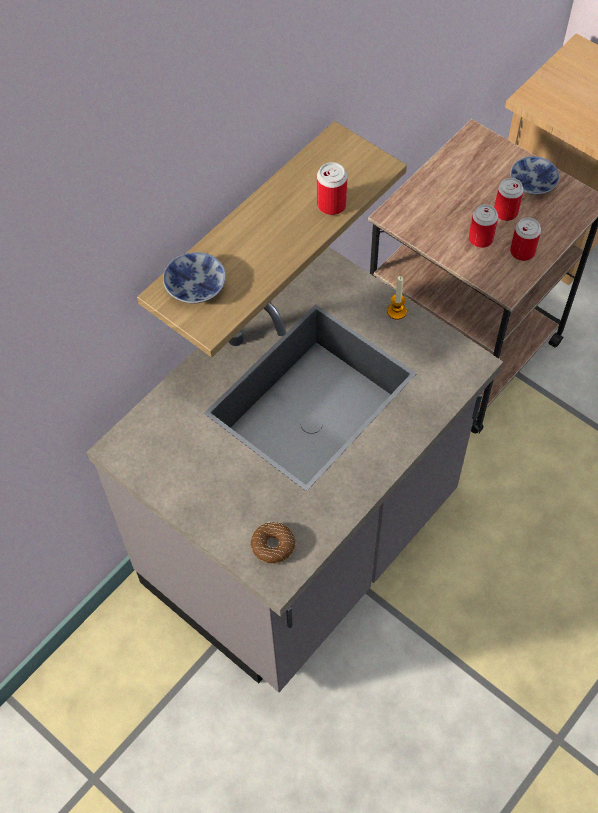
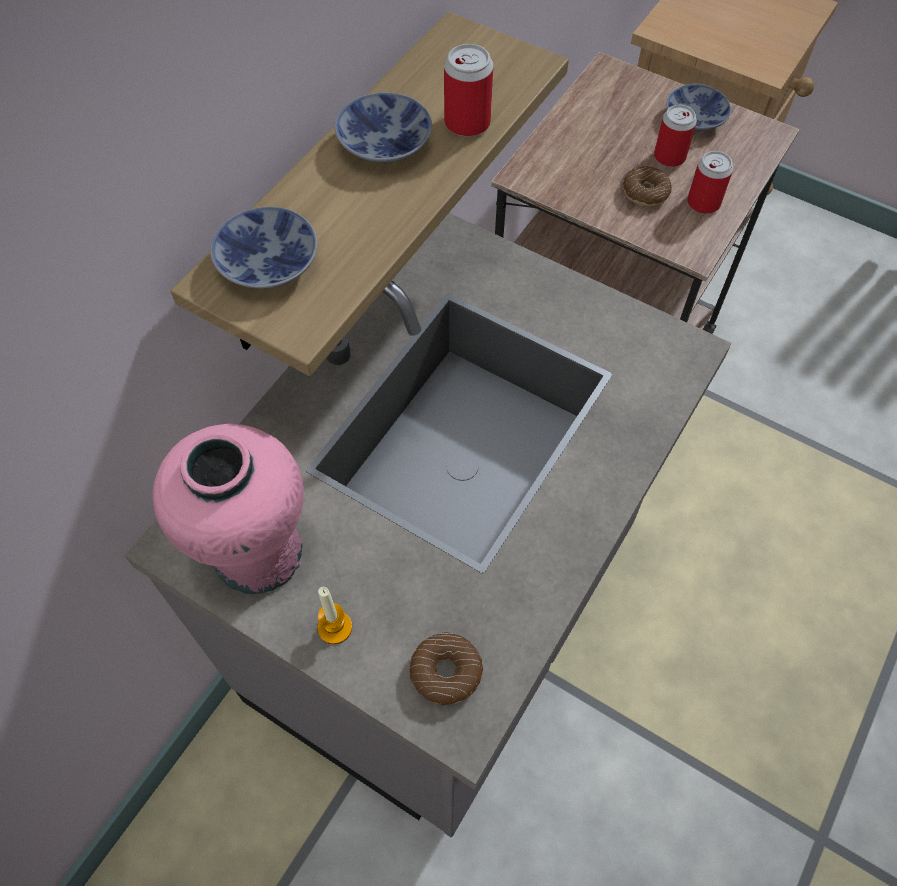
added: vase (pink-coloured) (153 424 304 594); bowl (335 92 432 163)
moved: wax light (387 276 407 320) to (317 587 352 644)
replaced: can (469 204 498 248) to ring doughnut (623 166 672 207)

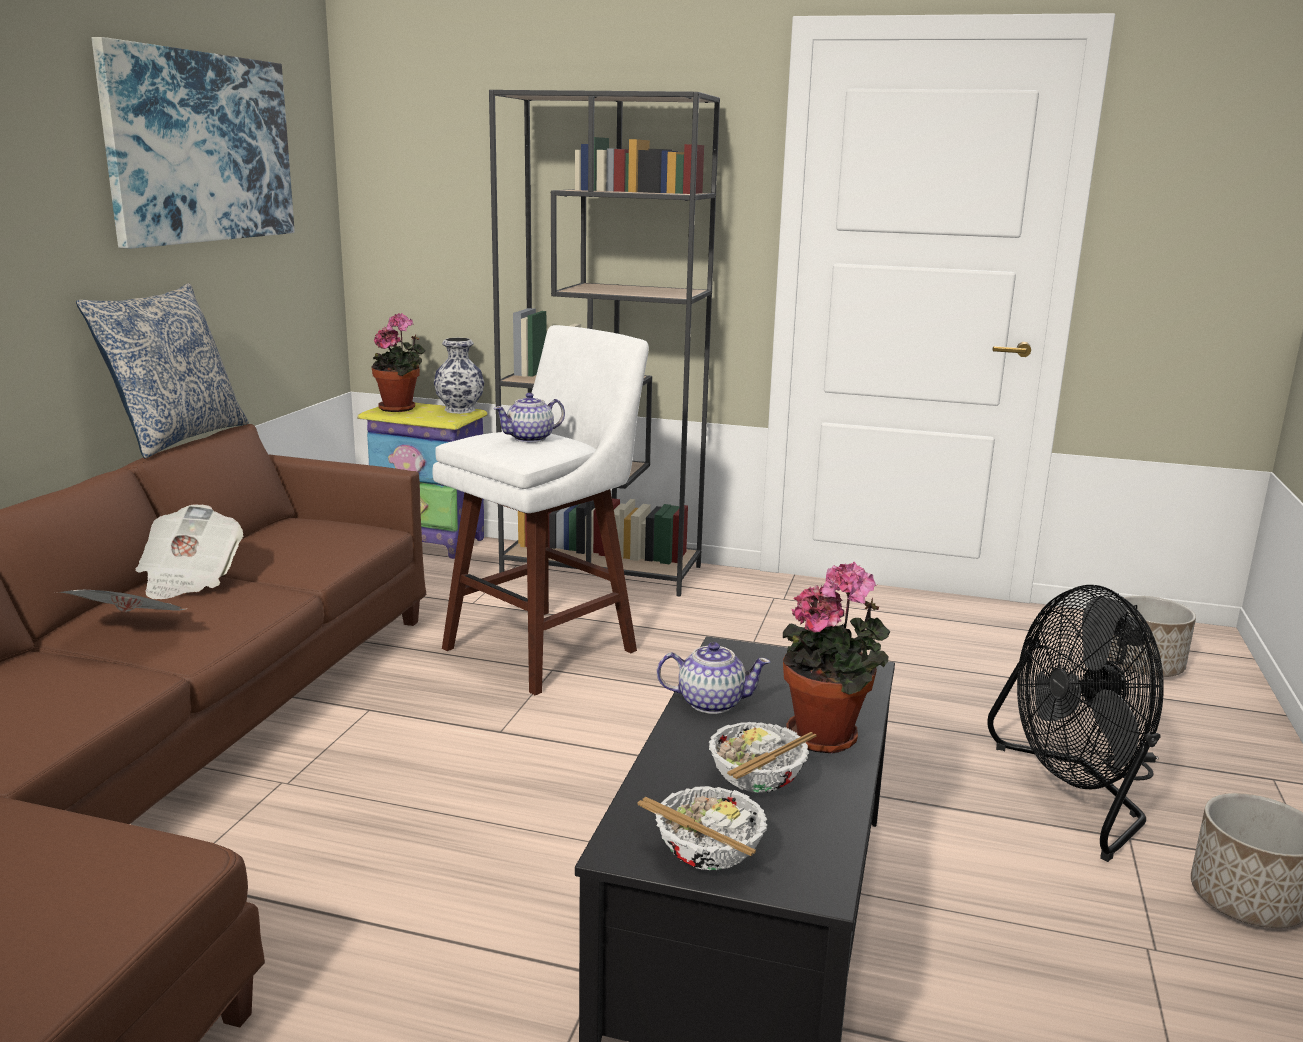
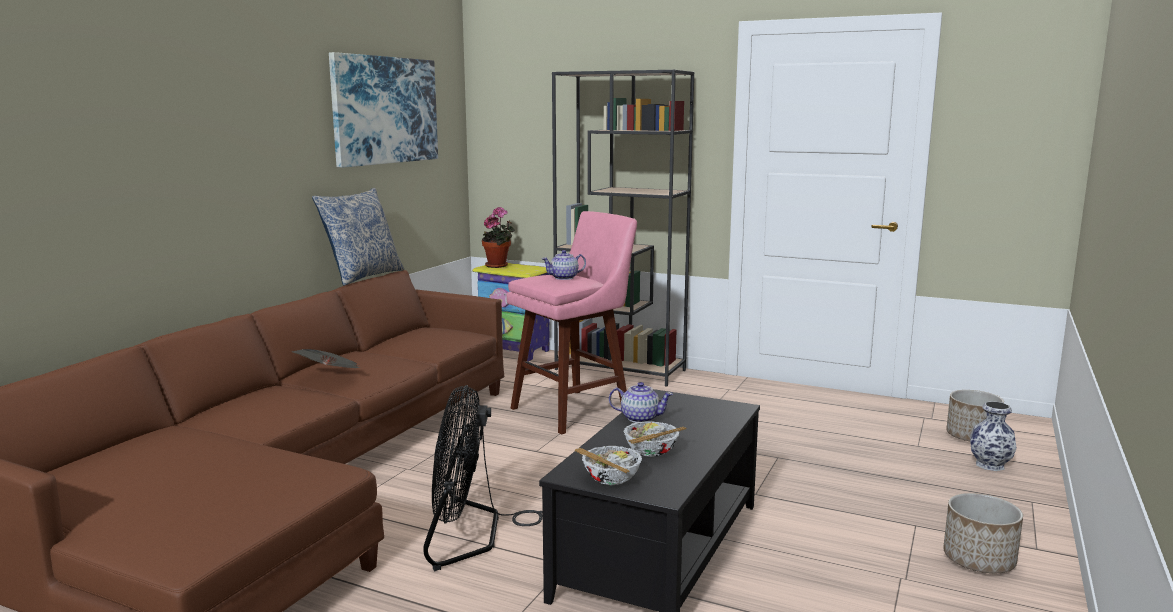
removed: printed paper (135 504 244 599); potted plant (783 562 890 753)
moved: vase (434 338 484 414) to (970 401 1017 471); fan (black-coloured) (988 585 1164 862) to (423 385 543 571)
recoloured: sitting stool (white-coloured) (432 325 649 695) to sitting stool (pink-coloured) (506 211 637 434)

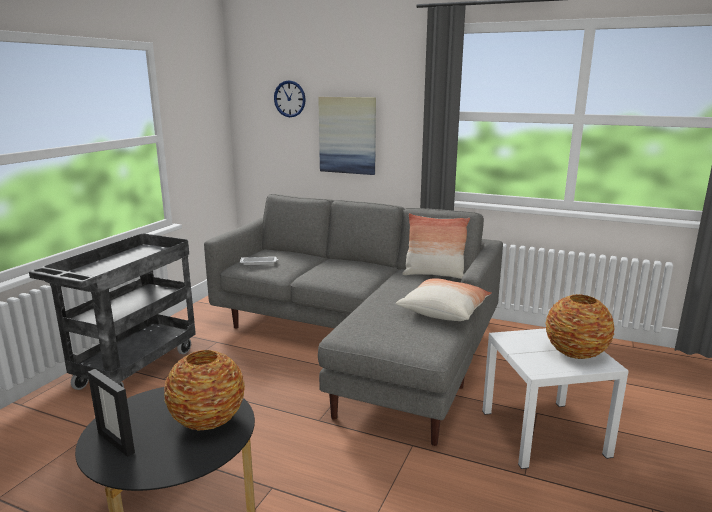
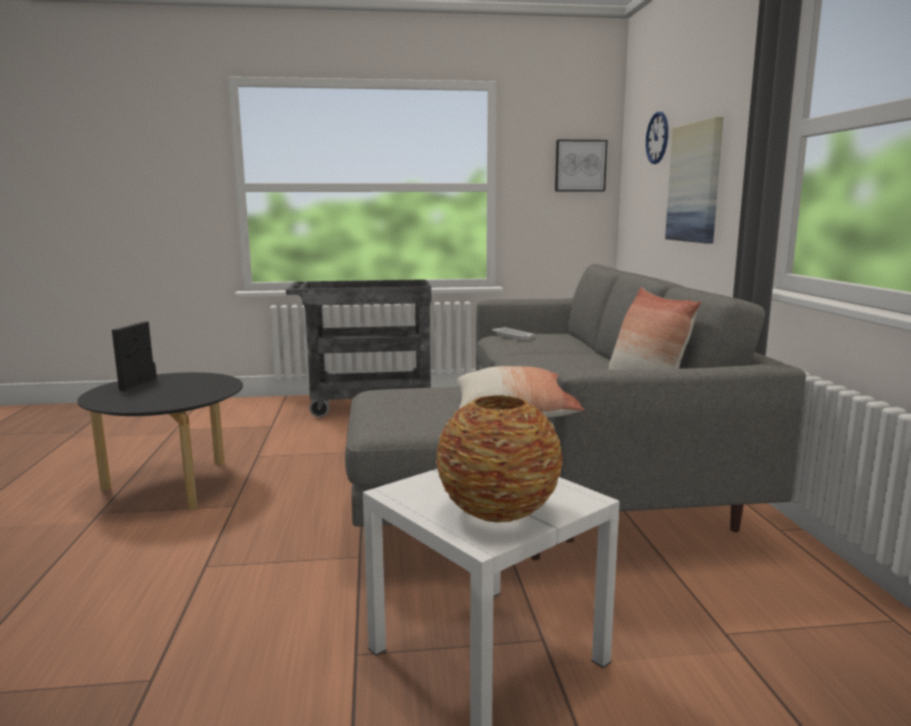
removed: vase (164 350 245 431)
added: picture (555 140 607 192)

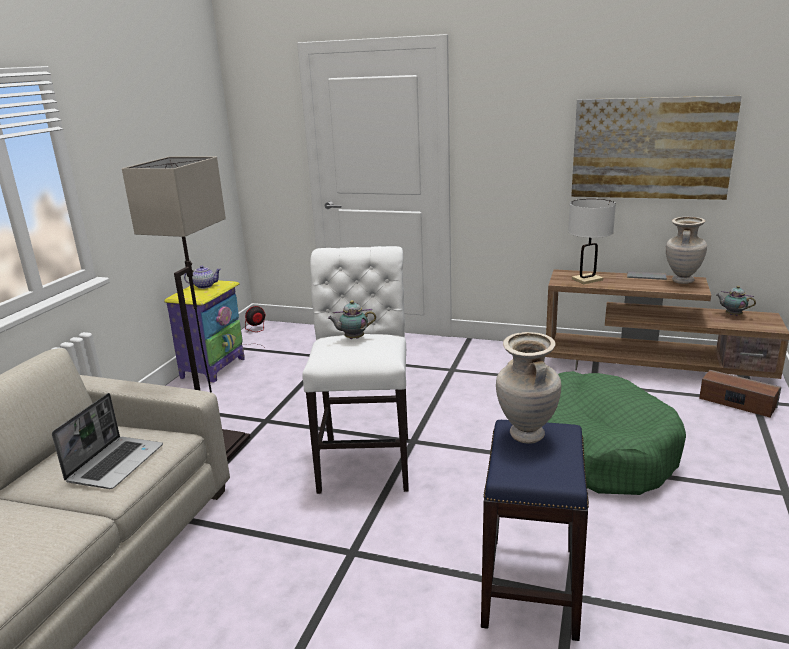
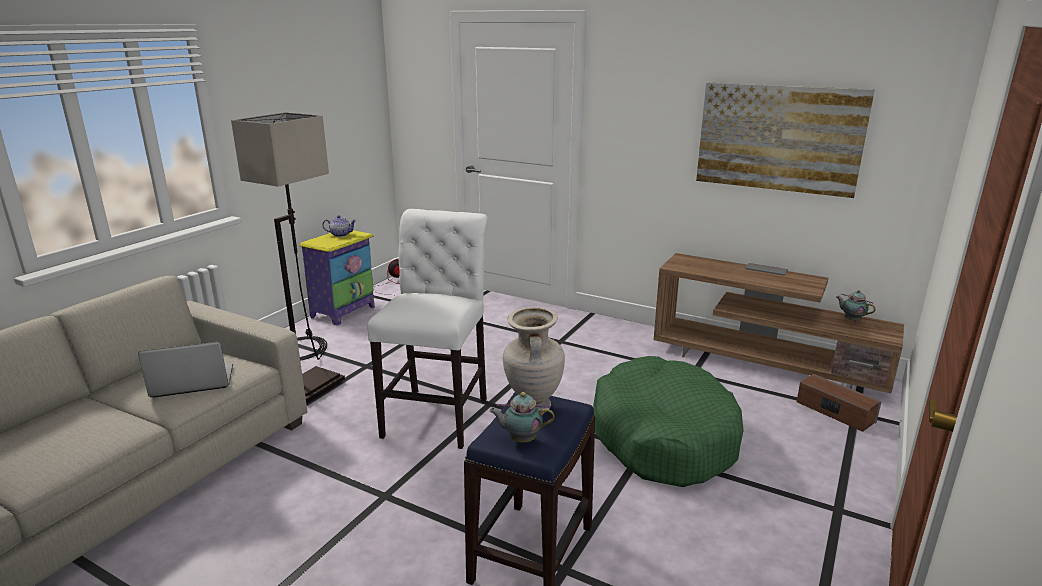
removed: table lamp (white-coloured) (568 199 616 284); vase (sand-coloured) (666 217 707 284)
moved: pot for tea (328 300 376 339) to (489 392 555 443)
turned: laptop (52 393 163 489) = (138 342 233 398) 135 degrees counterclockwise

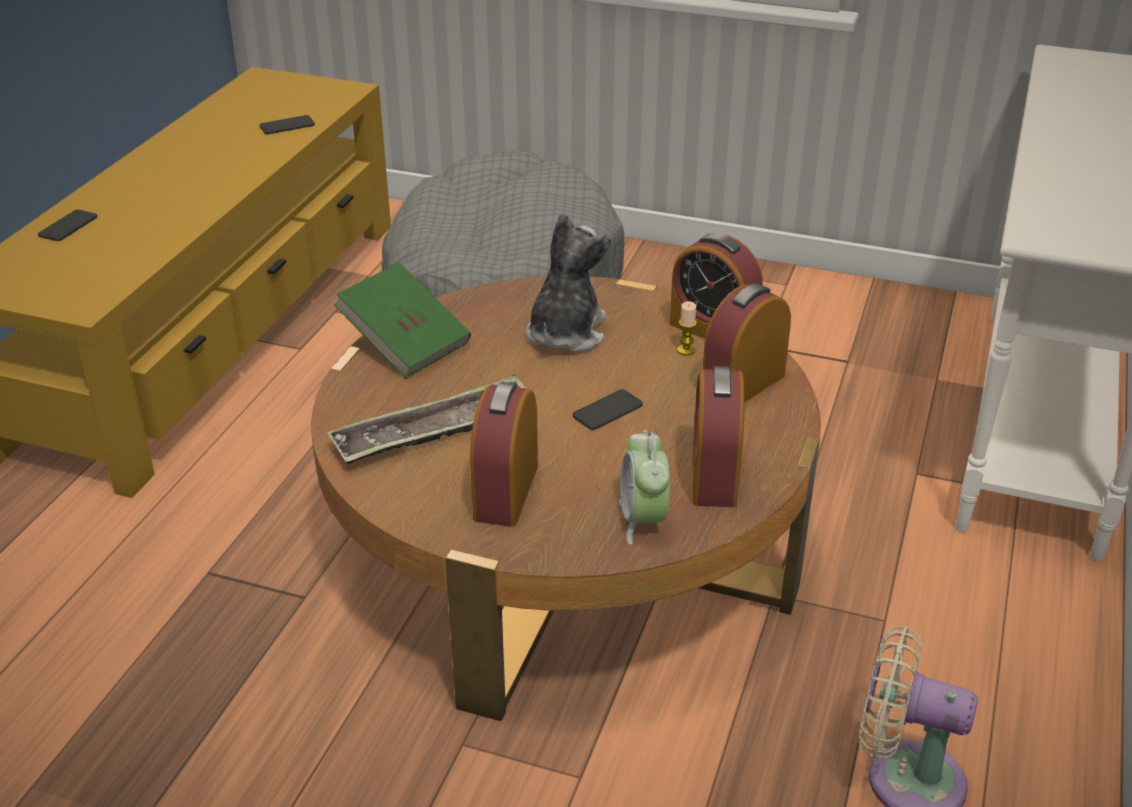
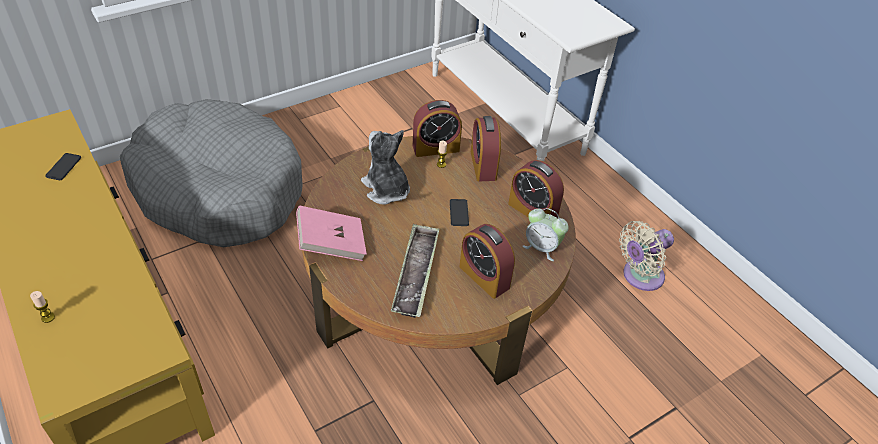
replaced: handset (38 210 97 241) to wax light (30 291 55 323)
recoloured: volume (green) (334 262 471 378) to volume (pink-coloured) (296 206 367 261)

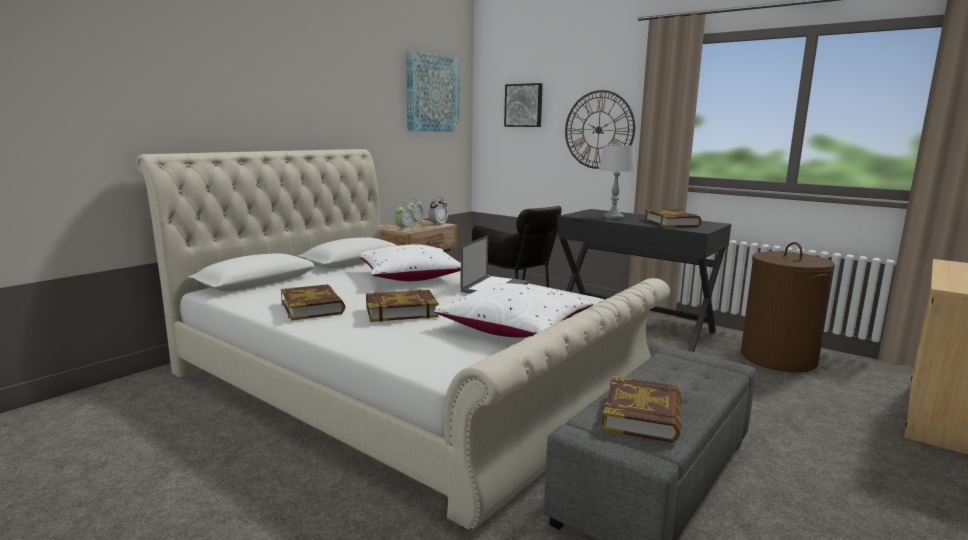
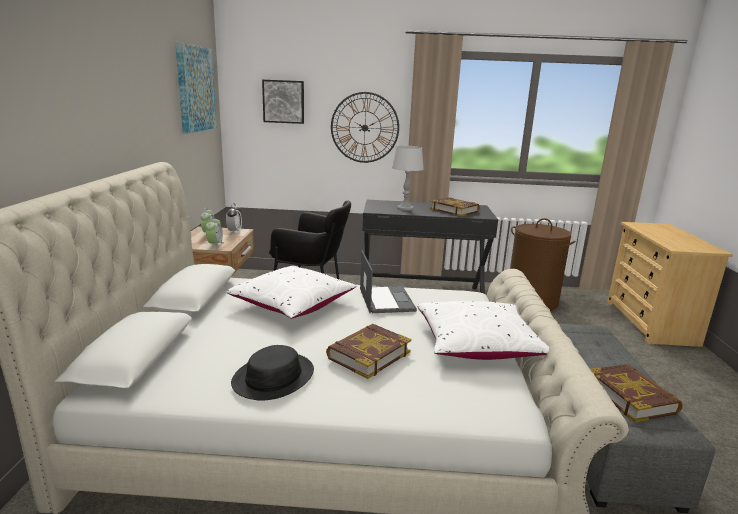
replaced: volume (281 284 346 321) to hat (black-coloured) (231 345 314 401)

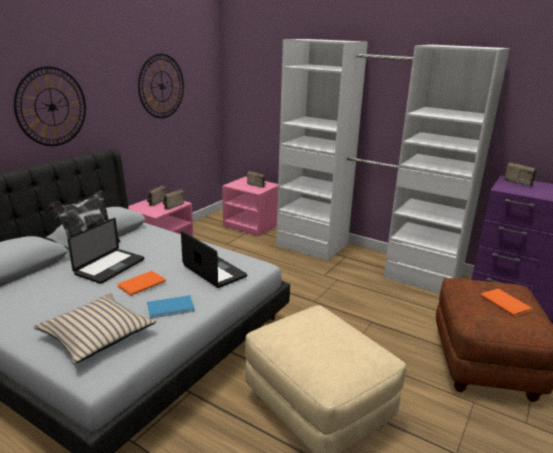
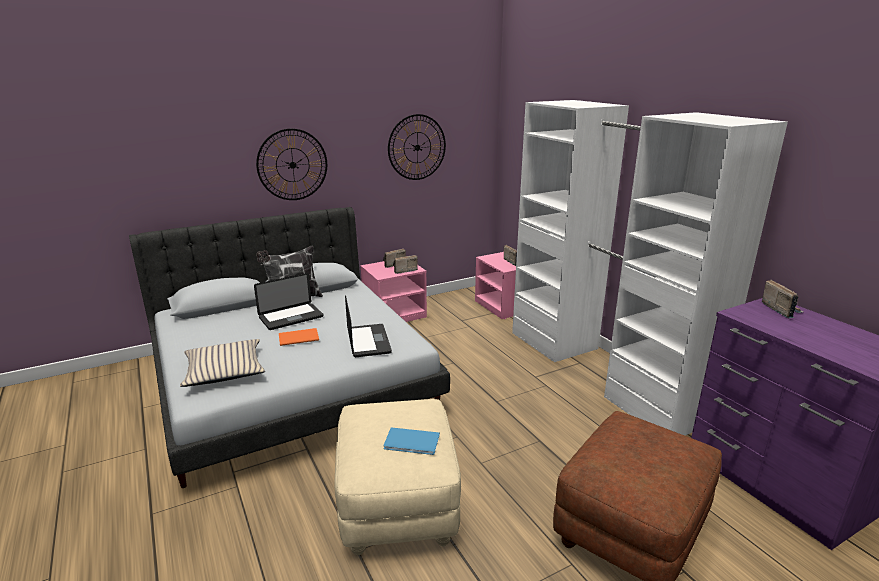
removed: volume (orange) (480 289 532 316)
moved: volume (blue) (147 295 195 318) to (383 427 440 455)

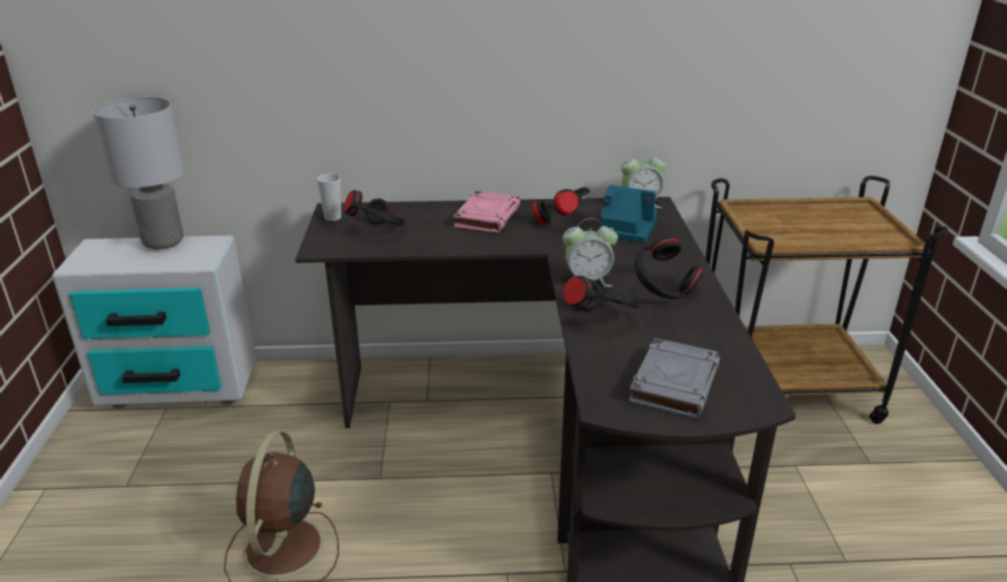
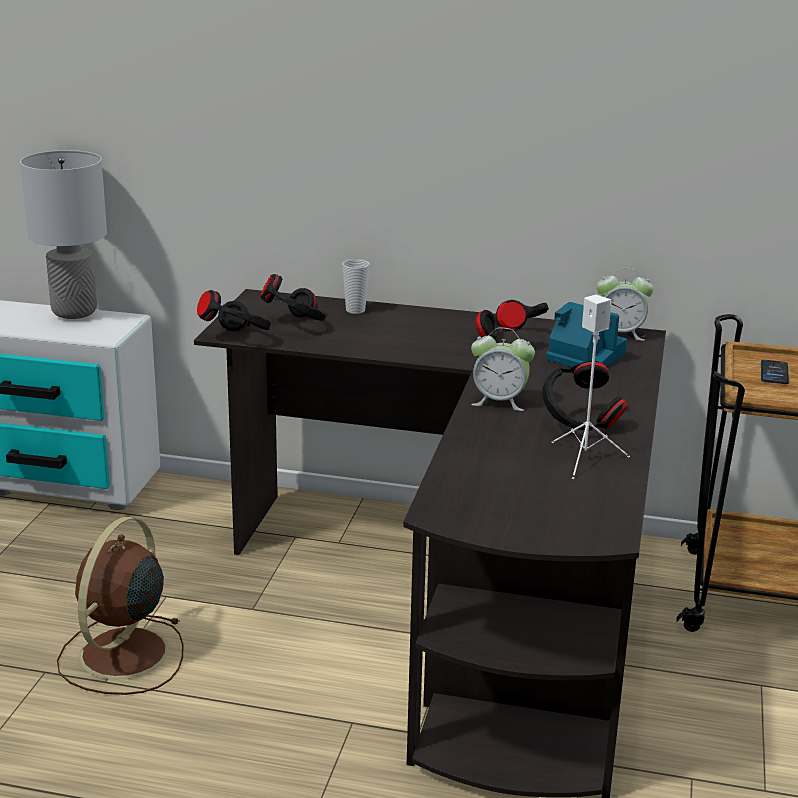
removed: volume (pink-coloured) (453 191 521 233); volume (greyish) (629 338 720 419)
added: speaker (white-coloured) (552 295 630 479); handset (761 360 789 384)
moved: cup (317 173 341 221) to (342 259 370 314); headphones (black-coloured) (563 275 640 310) to (197 290 271 331)

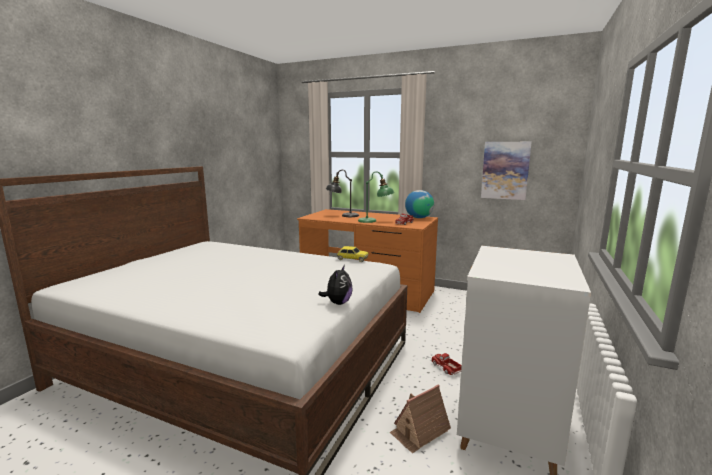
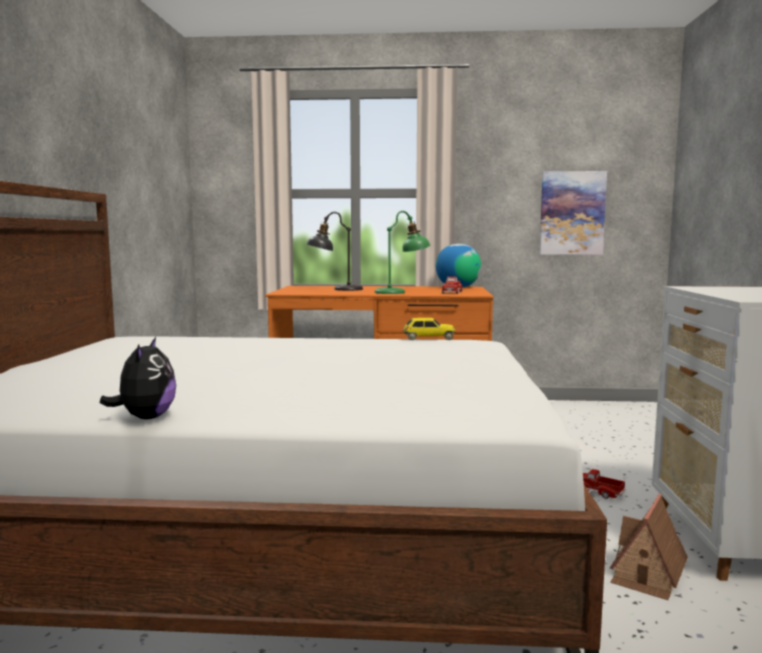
moved: plush toy (318 265 353 305) to (100 337 176 419)

